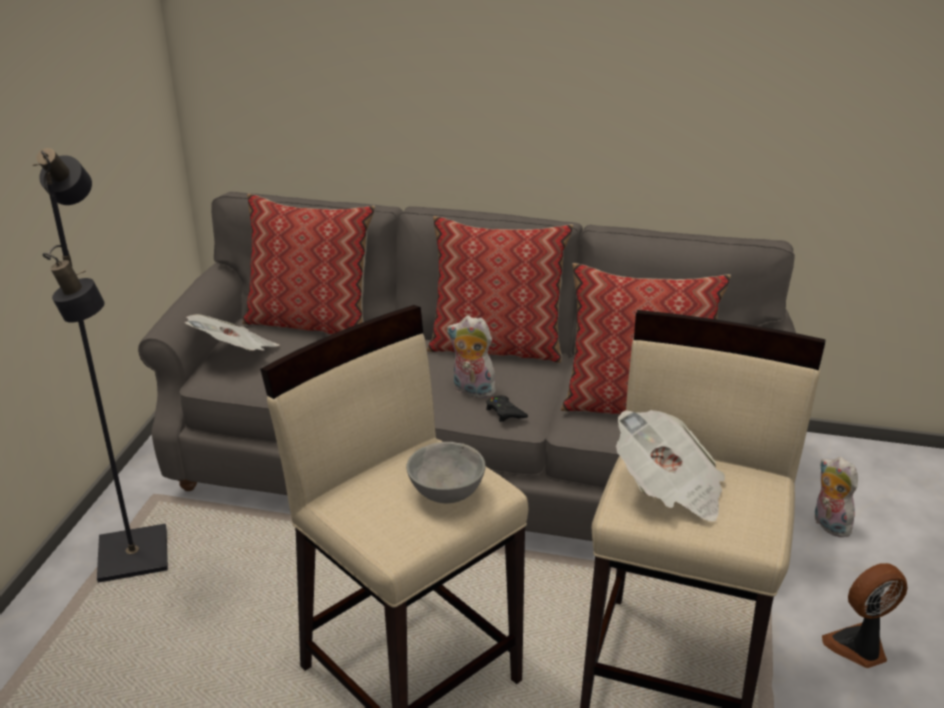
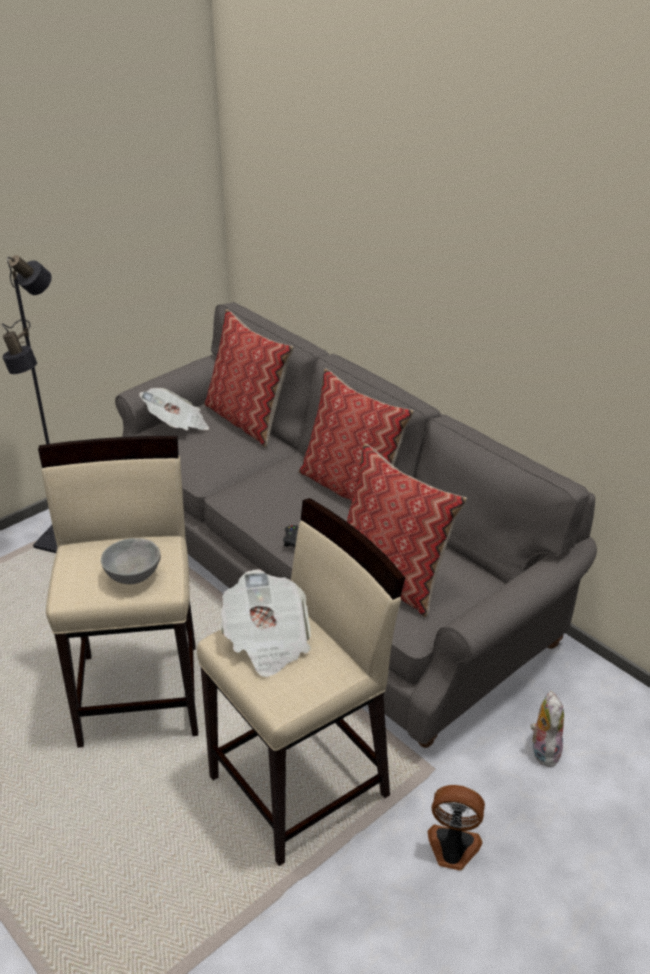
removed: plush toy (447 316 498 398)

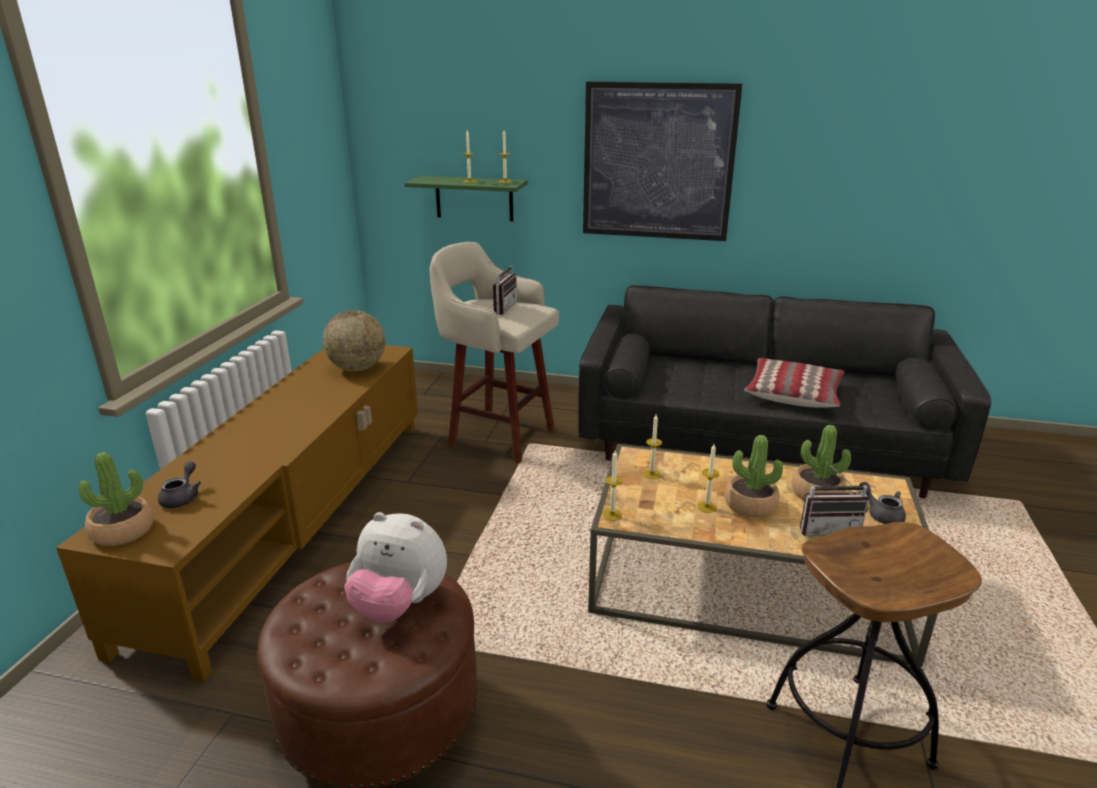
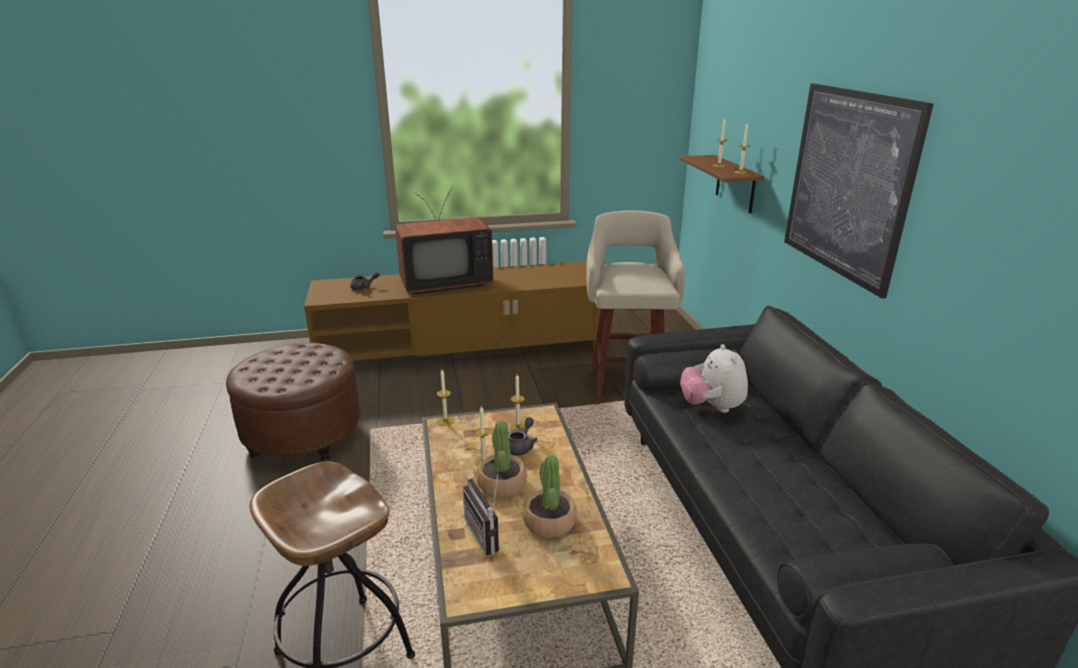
removed: potted plant (78 452 154 546); desk globe (323 310 385 371); radio set (487 261 517 315); throw pillow (744 358 844 408)
added: TV set (395 186 493 295)
moved: plush toy (344 512 447 623) to (680 344 748 413); pot for tea (greyish) (859 482 906 524) to (508 417 537 456)
recoloured: shelf (green) (405 176 528 221) to shelf (brown) (680 155 765 214)

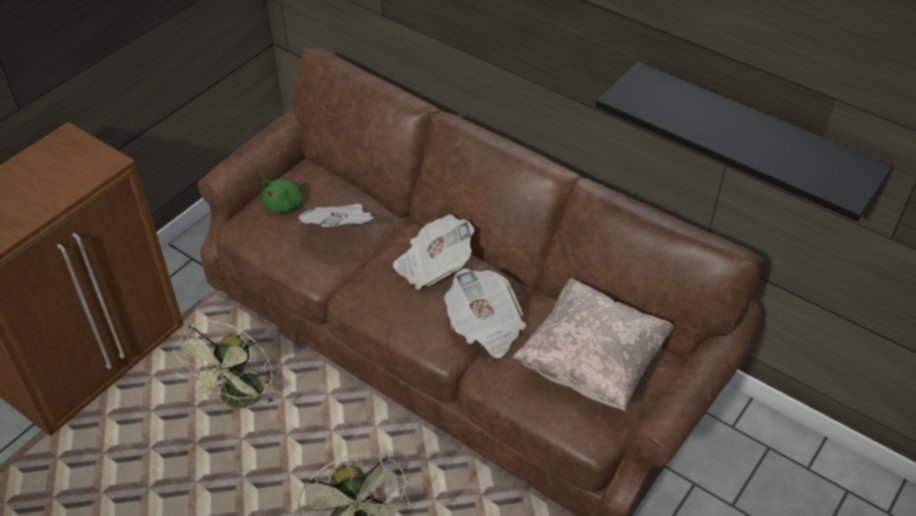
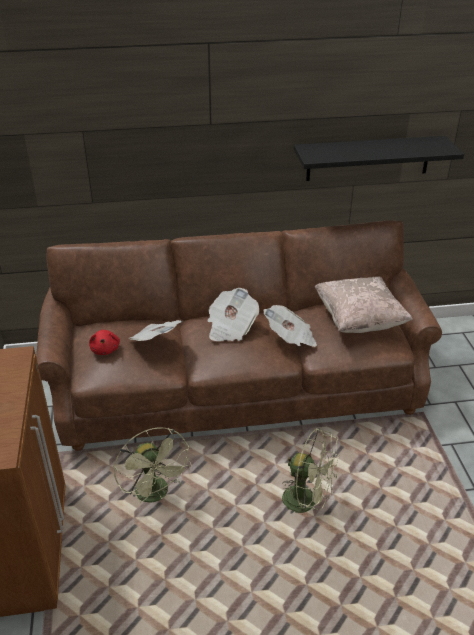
recoloured: plush toy (green) (262 179 305 213) to plush toy (red) (89 330 120 355)

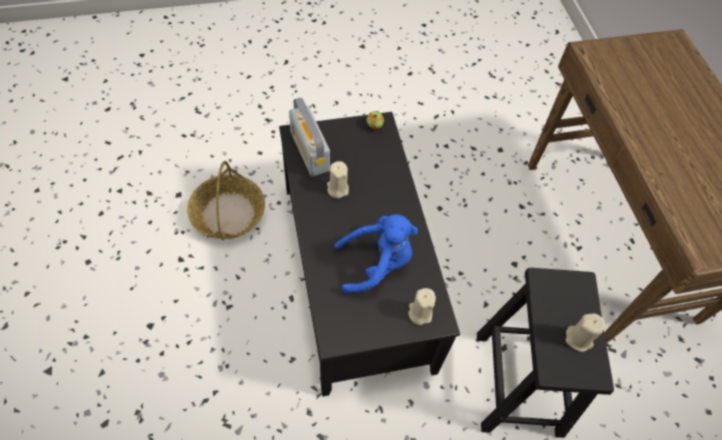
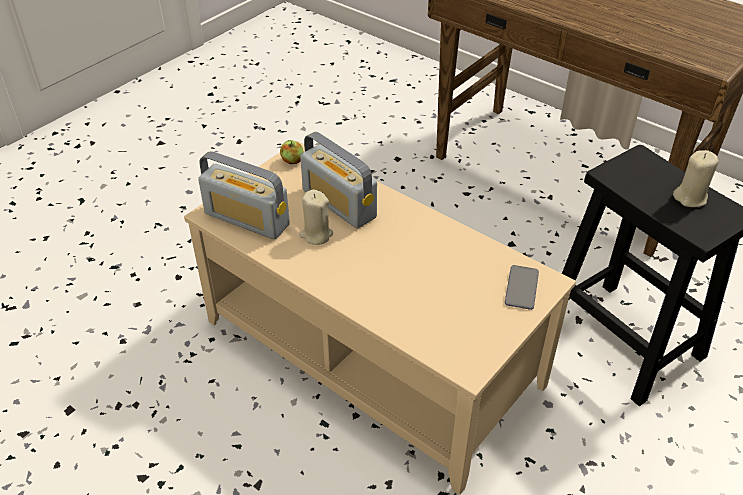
removed: household basket (187 161 265 239); plush toy (blue) (334 214 418 294)
added: radio set (300 132 377 229)
replaced: wax light (sand-coloured) (408 288 436 325) to handset (505 265 539 310)
recoloured: lounge table (black-coloured) (279 112 460 396) to lounge table (sand-coloured) (184 141 576 495)

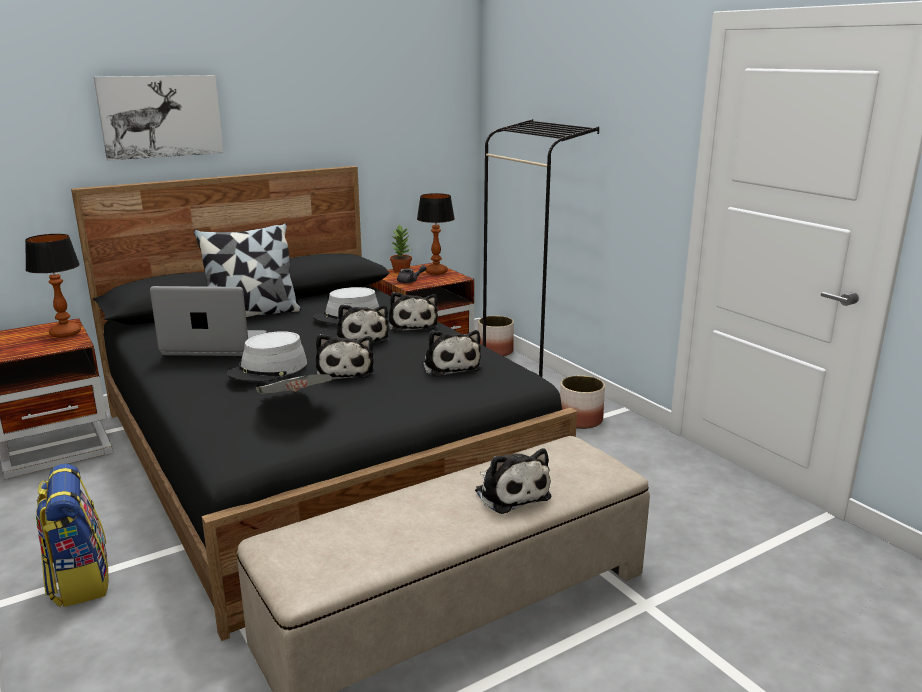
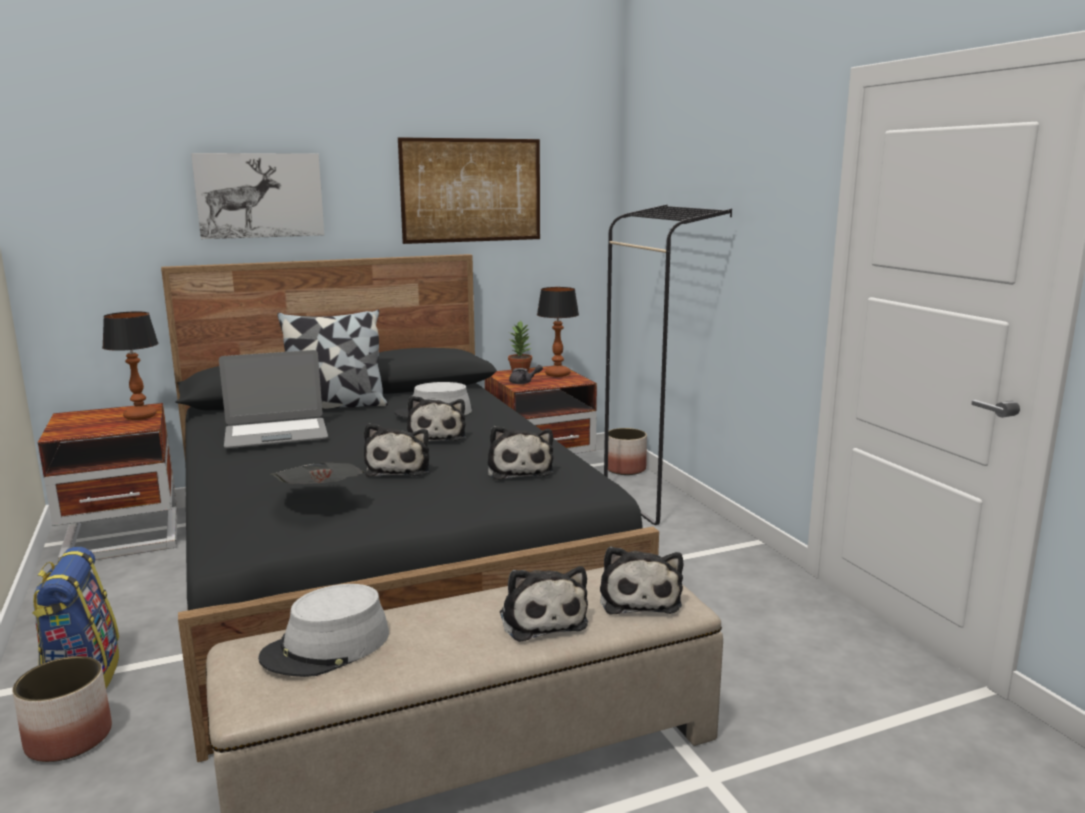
added: picture (398 137 540 244)
moved: hat (greyish) (227 331 307 382) to (258 584 389 677); plush toy (389 292 438 332) to (600 546 683 614); planter (560 375 605 429) to (12 656 112 762)
turned: laptop (150 286 267 356) = (219 350 328 449) 150 degrees clockwise

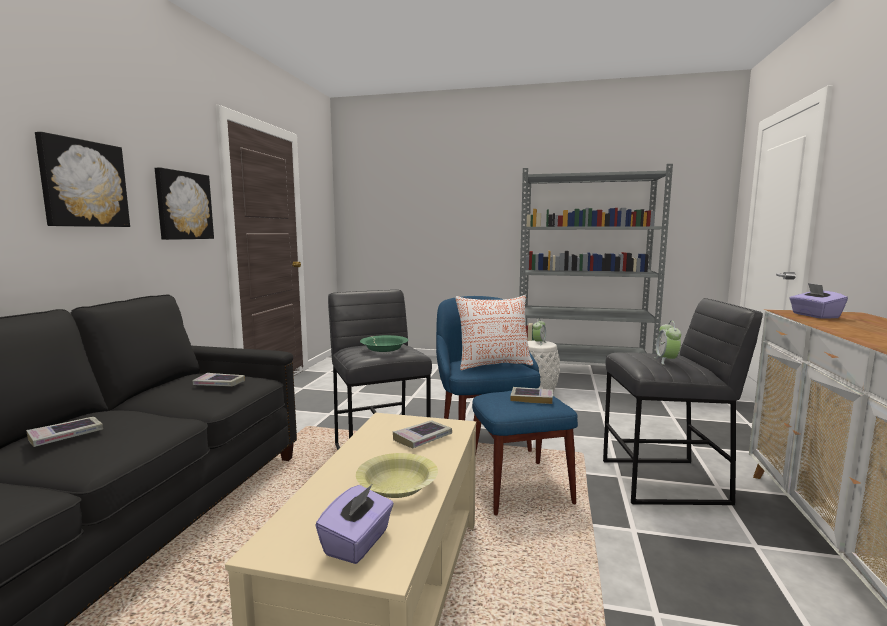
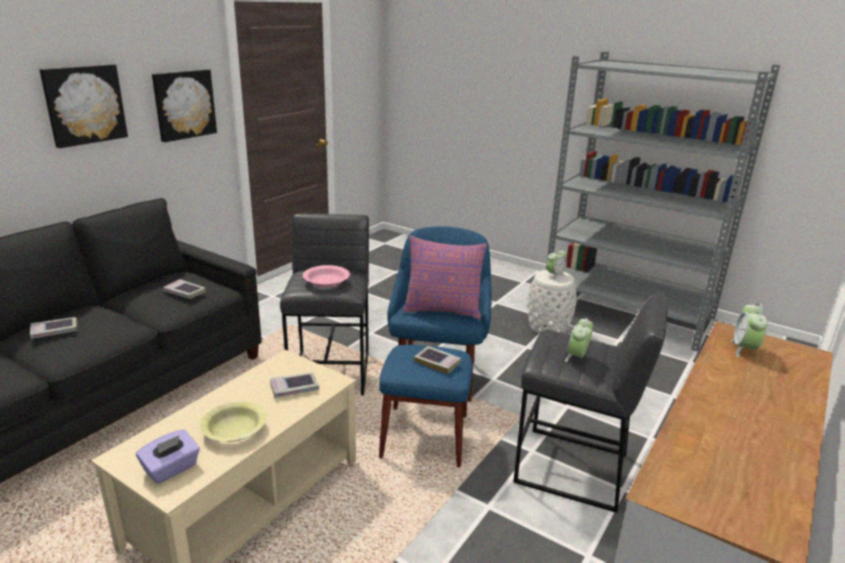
replaced: tissue box (purplish) (789 283 848 319) to table clock (731 303 768 357)
recoloured: bowl (green) (360 335 408 352) to bowl (pink-coloured) (303 265 350 288); throw pillow (white-coloured) (456 295 533 370) to throw pillow (purplish) (403 236 487 320)

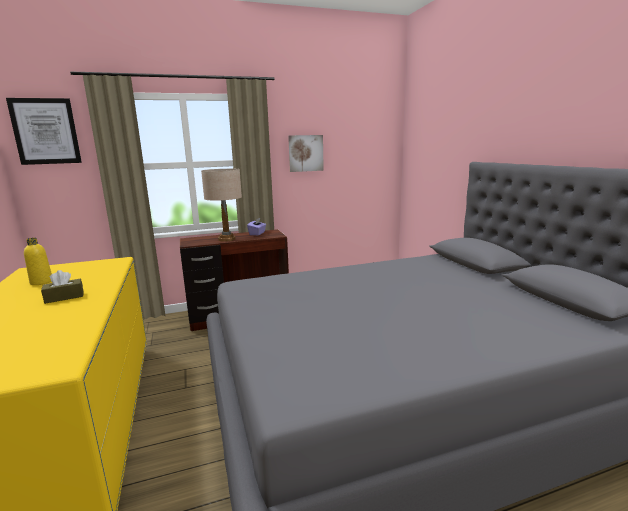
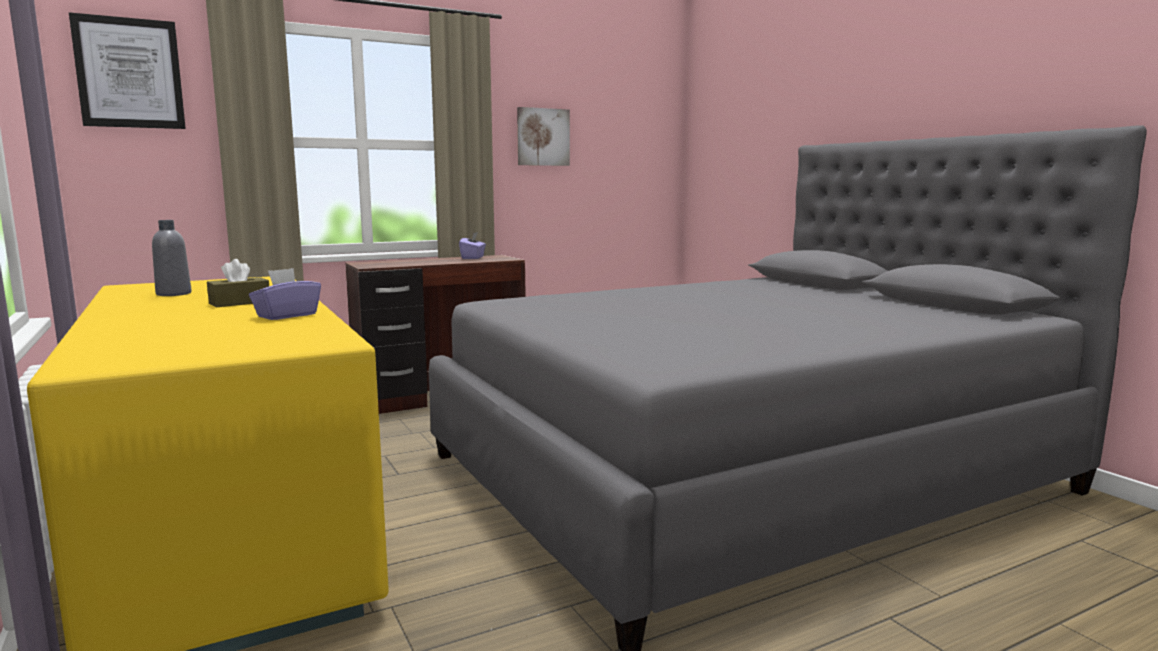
removed: table lamp (sand-coloured) (201 169 242 242)
added: tissue box (purplish) (249 268 321 320)
recoloured: bottle (yellow-coloured) (24 238 52 285) to bottle (greyish) (152 220 192 296)

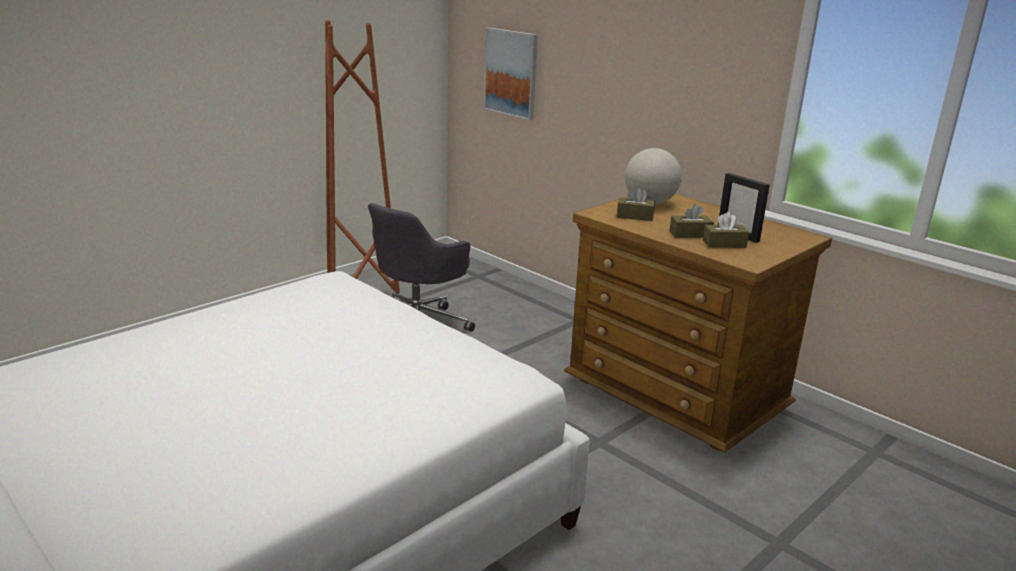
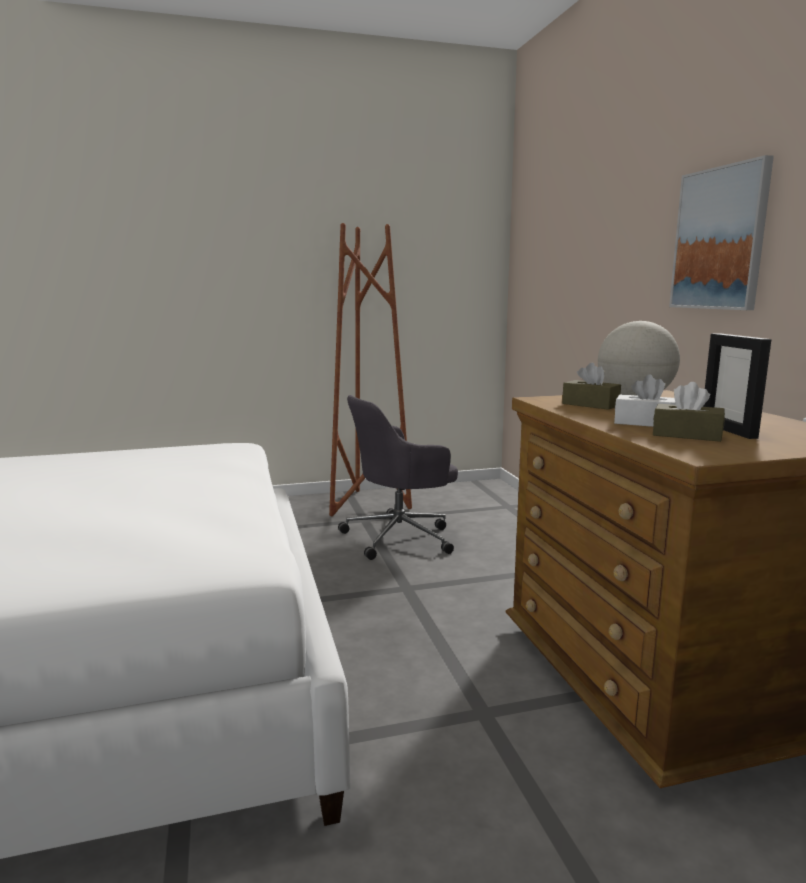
moved: picture (484 28 538 121) to (669 155 774 310)
recoloured: tissue box (brown) (669 204 714 238) to tissue box (white-coloured) (614 374 676 427)

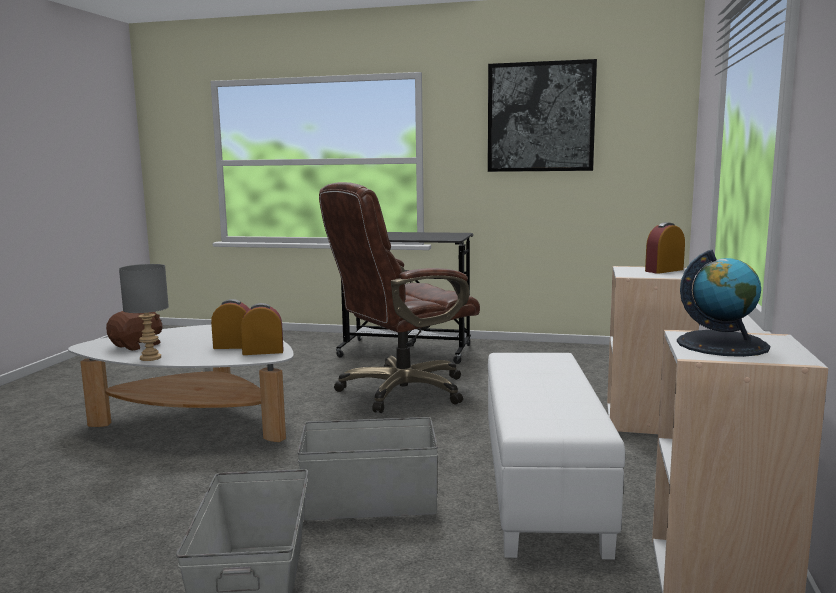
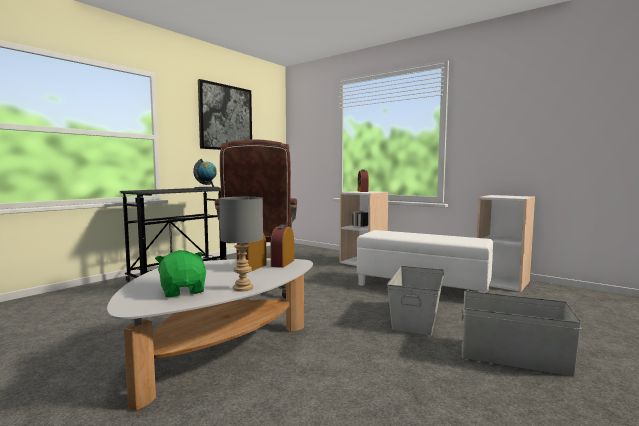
moved: desk globe (677 250 770 357) to (193 159 221 190)
recoloured: plush toy (brown) (106 311 162 351) to plush toy (green) (155 250 206 297)

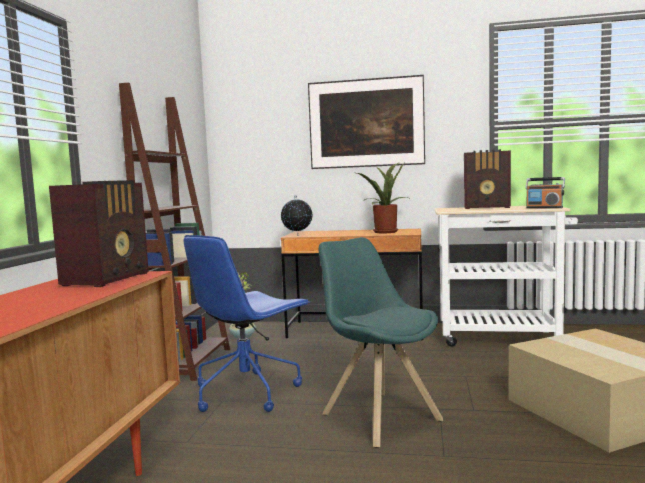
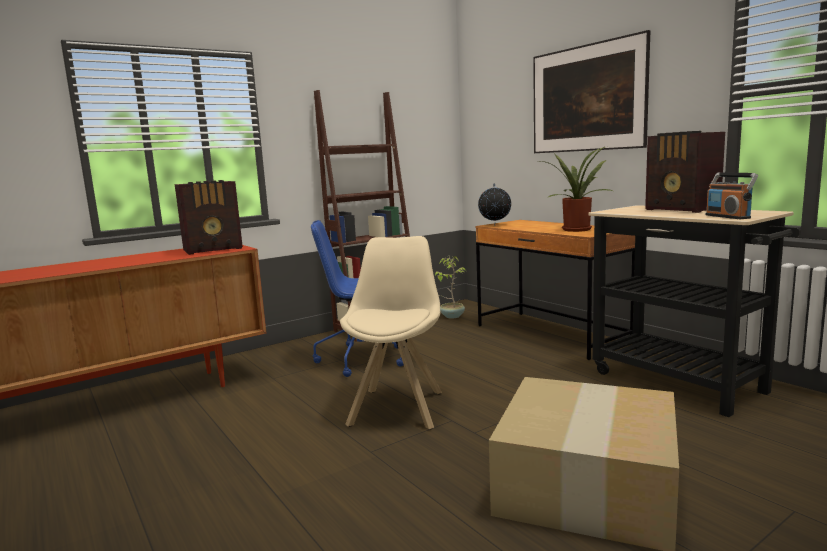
recoloured: plain chair (turquoise-coloured) (318 237 443 448) to plain chair (sand-coloured) (340 236 442 430); trolley (white-coloured) (434 206 578 347) to trolley (black-coloured) (588 205 801 417)

